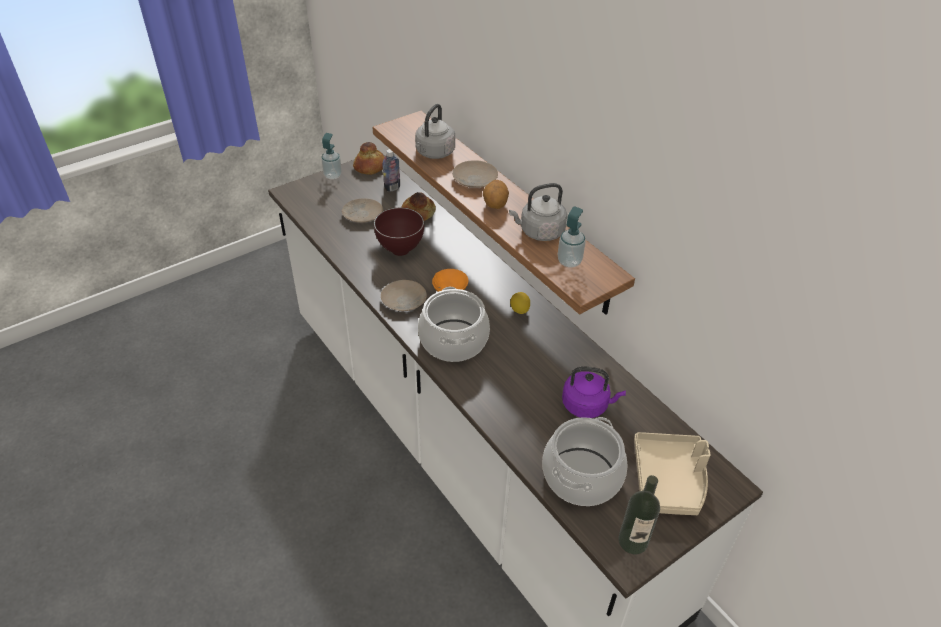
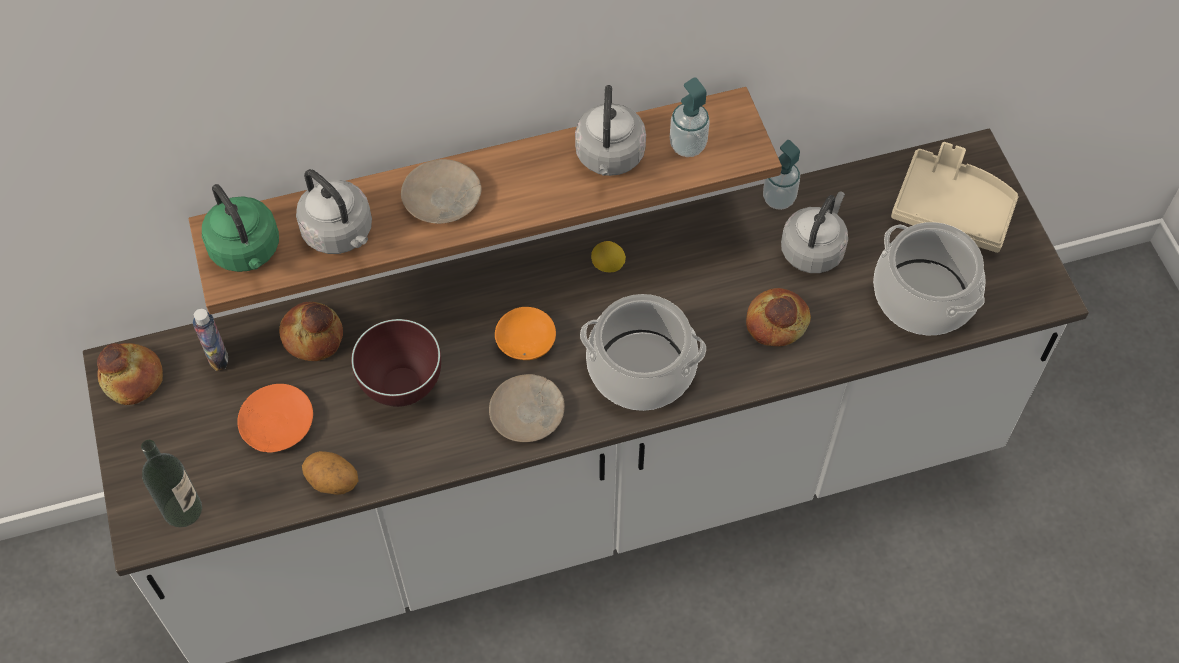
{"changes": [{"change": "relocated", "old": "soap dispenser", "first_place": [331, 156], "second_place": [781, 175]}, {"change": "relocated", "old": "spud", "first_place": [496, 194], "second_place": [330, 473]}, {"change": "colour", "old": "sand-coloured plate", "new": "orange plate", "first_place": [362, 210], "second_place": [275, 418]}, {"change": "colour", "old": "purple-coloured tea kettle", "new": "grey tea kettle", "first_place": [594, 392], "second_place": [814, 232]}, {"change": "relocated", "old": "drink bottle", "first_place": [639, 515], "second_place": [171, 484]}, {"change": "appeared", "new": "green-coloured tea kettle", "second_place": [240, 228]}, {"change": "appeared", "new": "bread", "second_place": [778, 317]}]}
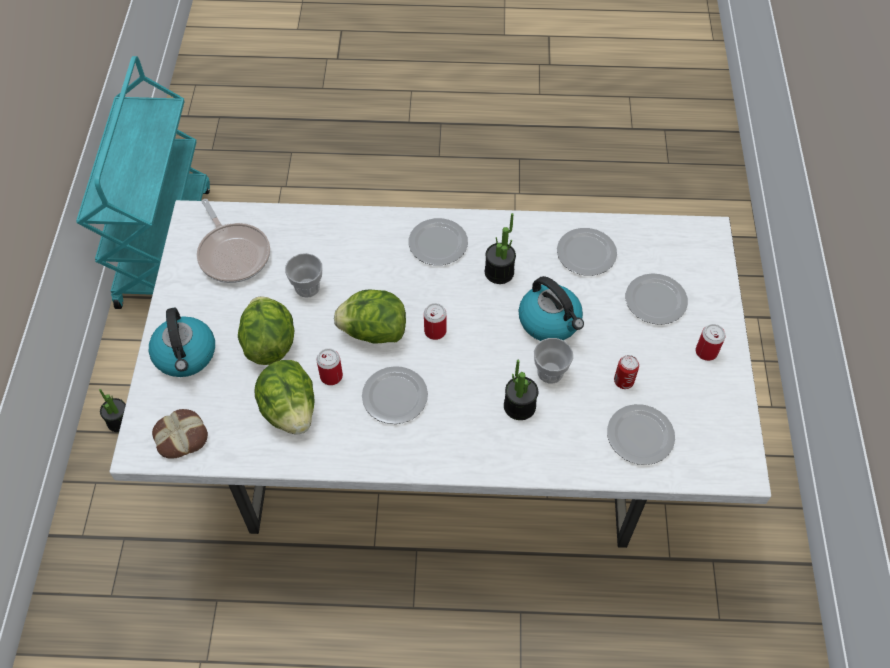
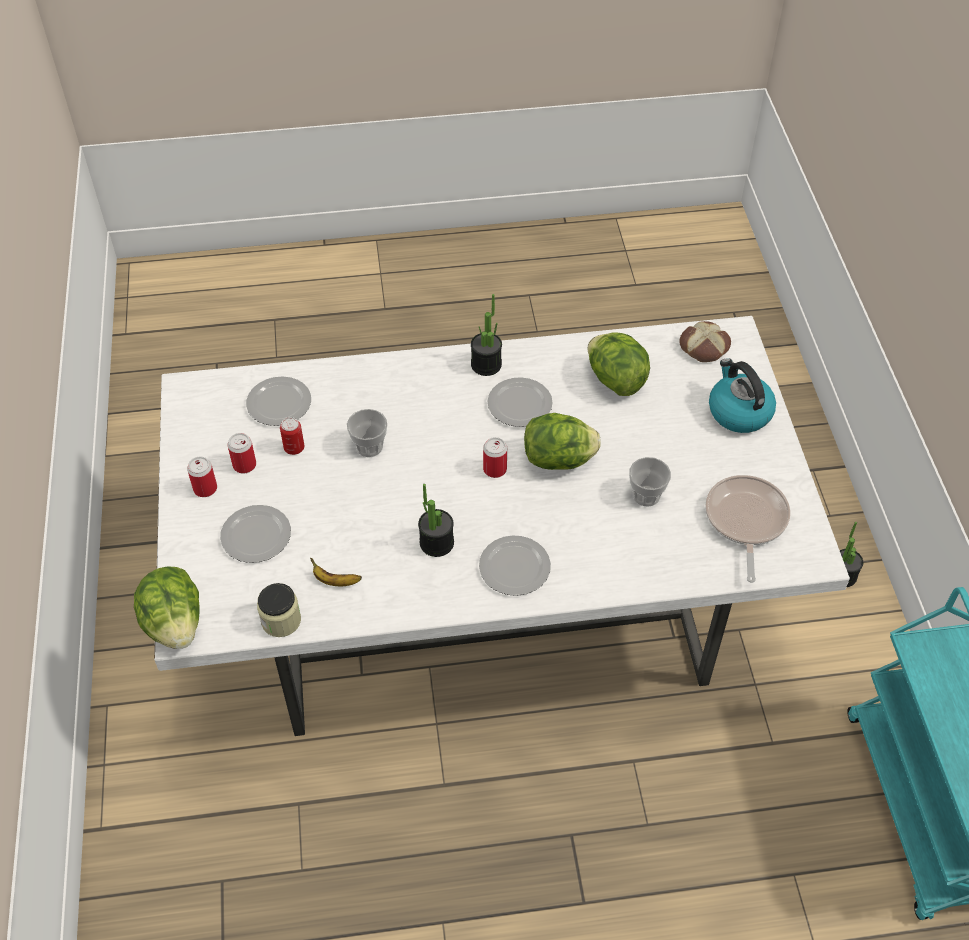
{"changes": [{"change": "spun", "old": "frying pan", "first_place": [233, 241], "second_place": [747, 529], "degrees": 45}, {"change": "exchanged", "old": "plate", "new": "whole banana", "first_place": [587, 252], "second_place": [336, 571]}, {"change": "missing", "old": "tea kettle", "first_place": [551, 308]}, {"change": "relocated", "old": "head of lettuce", "first_place": [266, 330], "second_place": [167, 607]}, {"change": "relocated", "old": "sealed can", "first_place": [330, 366], "second_place": [241, 453]}, {"change": "relocated", "old": "plant in a pot", "first_place": [521, 390], "second_place": [486, 335]}, {"change": "appeared", "new": "jar", "second_place": [279, 610]}]}
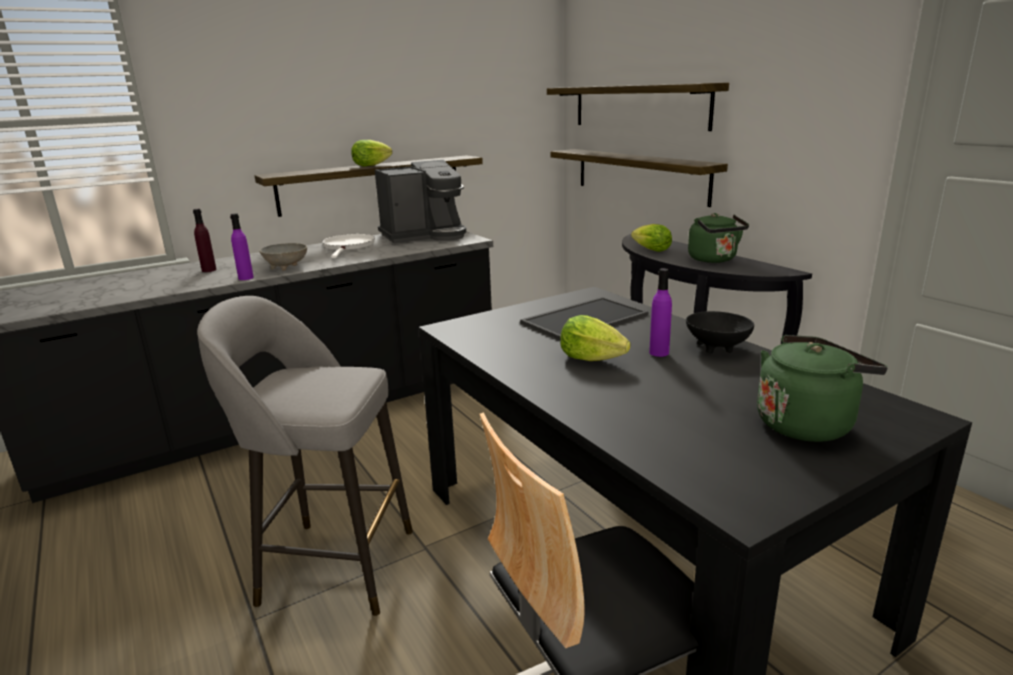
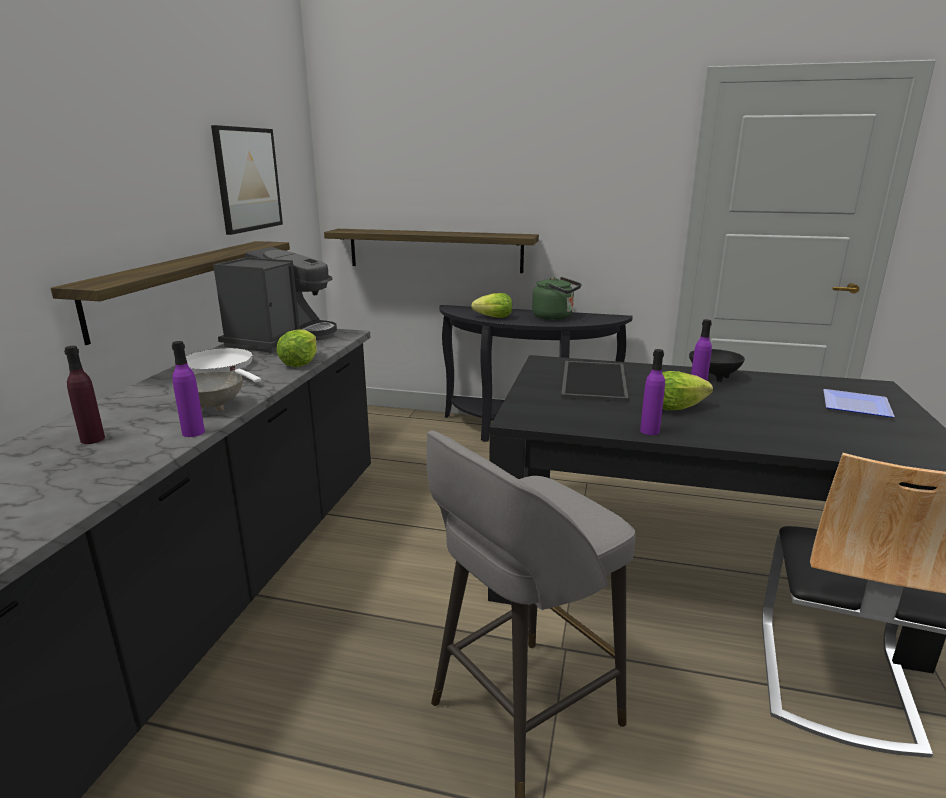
{"changes": [{"change": "missing", "old": "bracket shelf", "first_place": [638, 107]}, {"change": "relocated", "old": "head of lettuce", "first_place": [371, 153], "second_place": [297, 348]}, {"change": "exchanged", "old": "green-coloured tea kettle", "new": "plate", "first_place": [822, 388], "second_place": [859, 403]}, {"change": "appeared", "new": "picture", "second_place": [247, 180]}, {"change": "appeared", "new": "purple-coloured drink bottle", "second_place": [652, 392]}]}
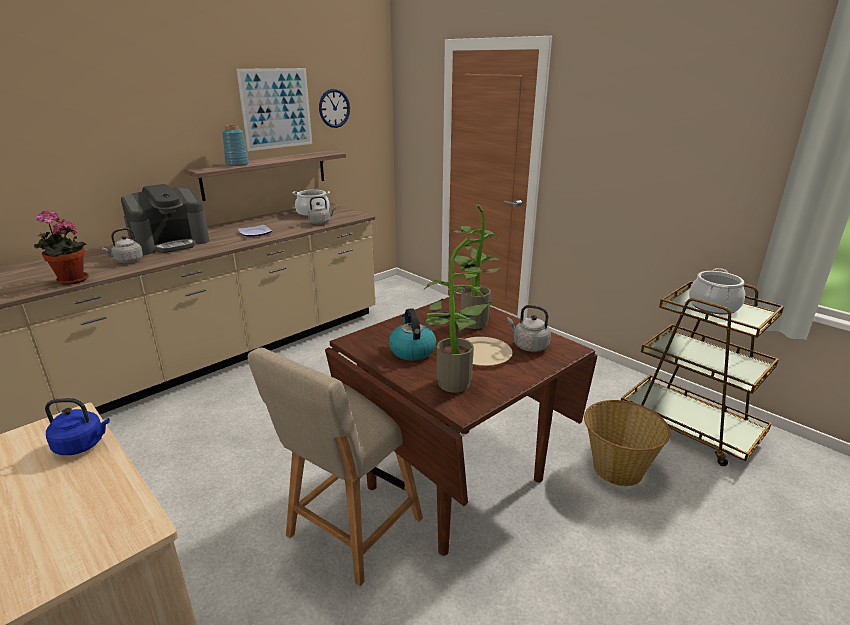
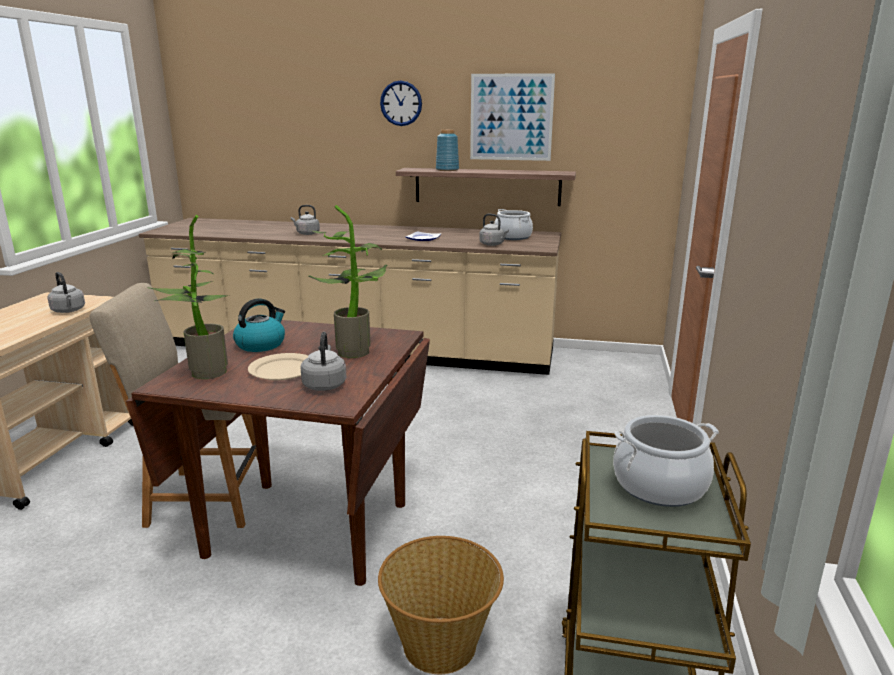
{"changes": [{"change": "relocated", "old": "wall clock", "first_place": [334, 108], "second_place": [401, 103]}, {"change": "missing", "old": "coffee brewer", "first_place": [165, 219]}, {"change": "missing", "old": "plant in a pot", "first_place": [61, 247]}, {"change": "colour", "old": "blue tea kettle", "new": "grey tea kettle", "first_place": [77, 426], "second_place": [66, 292]}]}
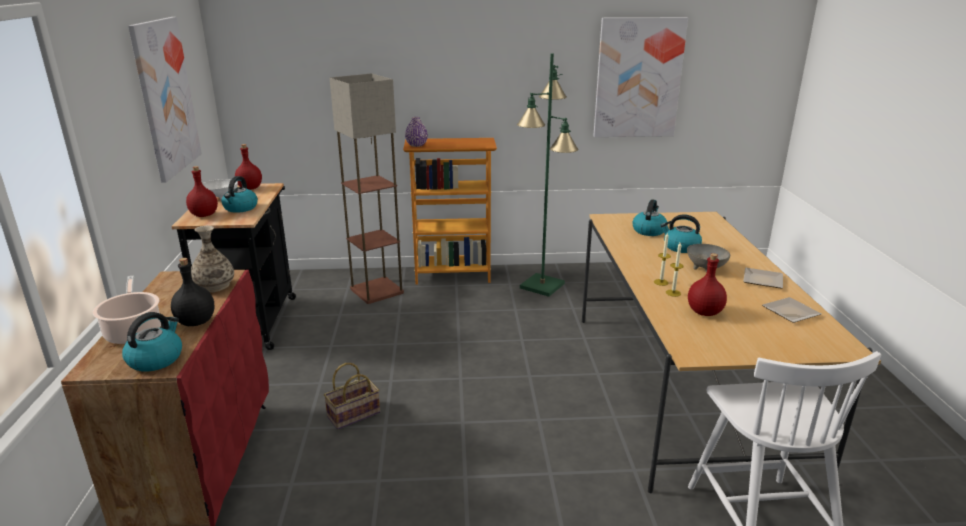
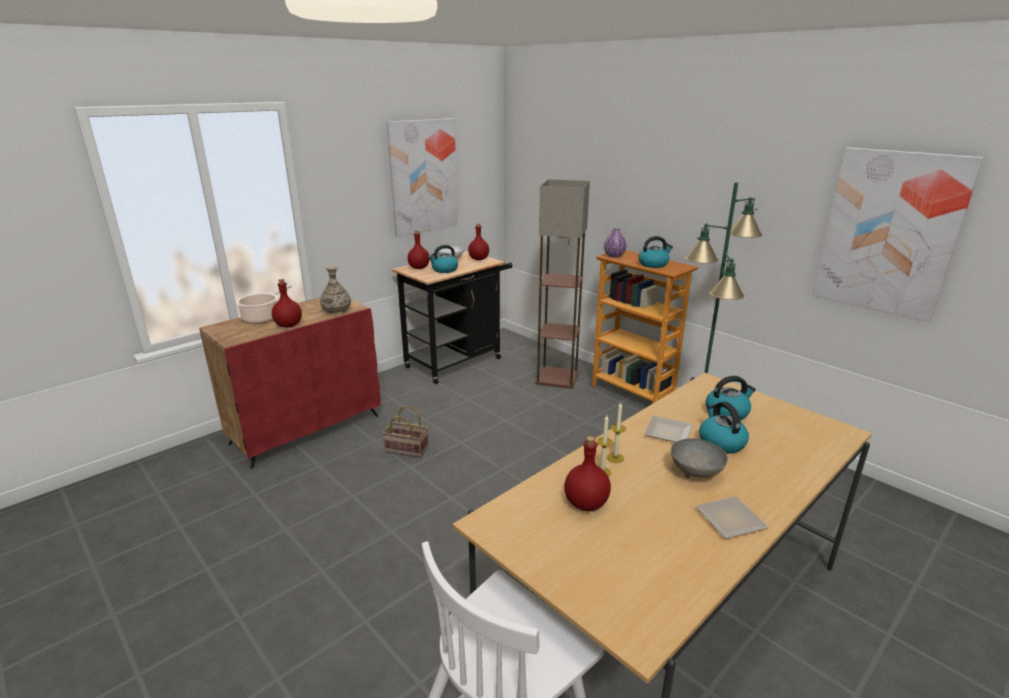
{"changes": [{"change": "colour", "old": "black-coloured drink bottle", "new": "red drink bottle", "first_place": [193, 292], "second_place": [287, 303]}, {"change": "relocated", "old": "plate", "first_place": [791, 310], "second_place": [668, 428]}, {"change": "relocated", "old": "tea kettle", "first_place": [152, 342], "second_place": [655, 252]}]}
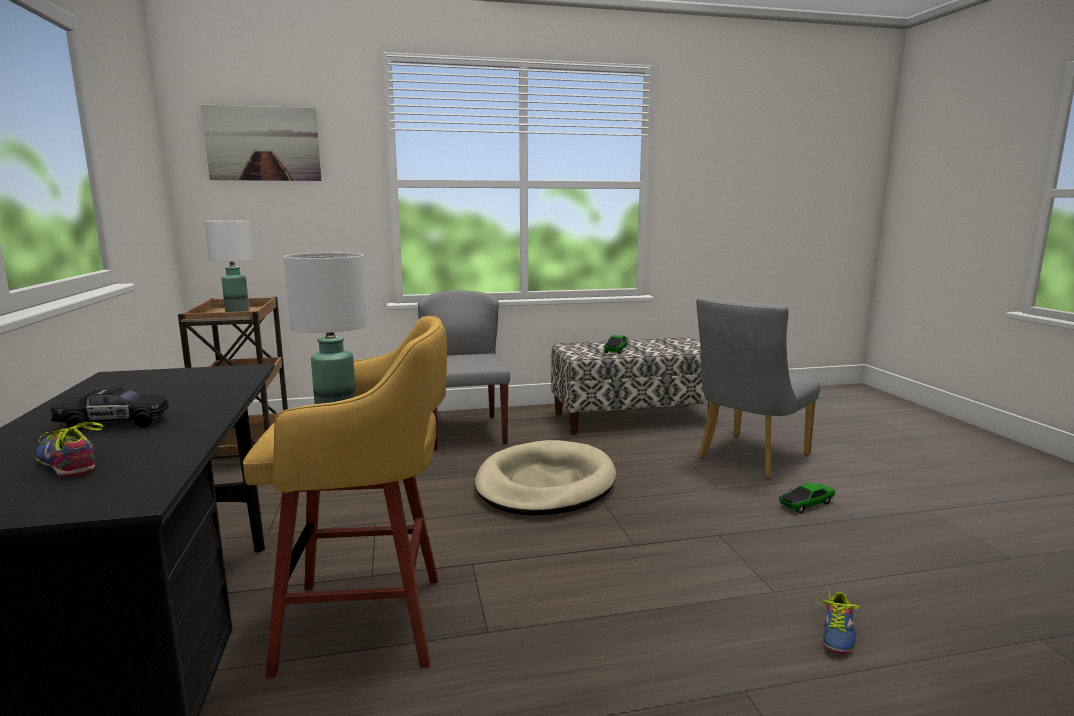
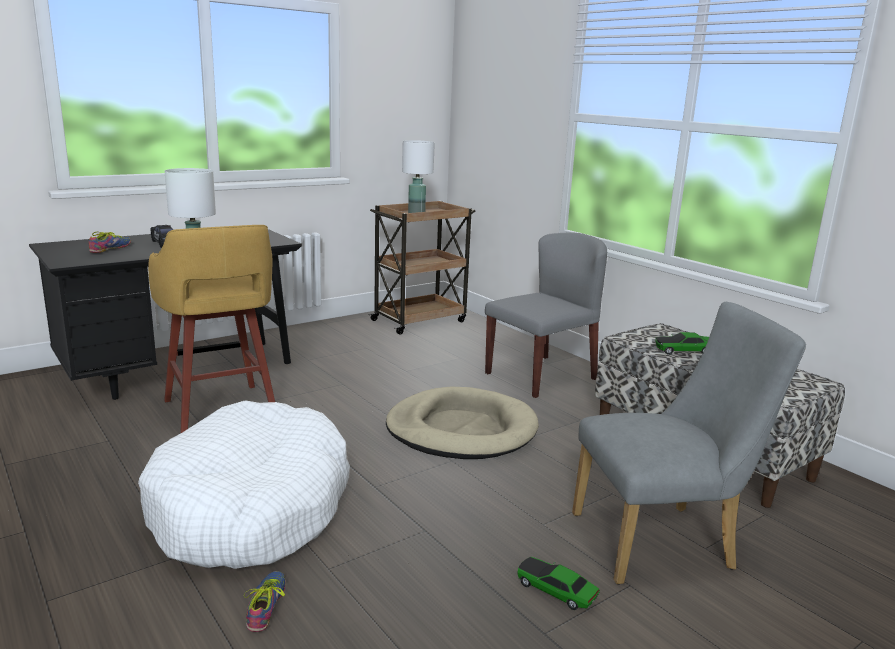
{"changes": [{"change": "missing", "old": "picture", "first_place": [261, 142]}, {"change": "spun", "old": "grey chair", "first_place": [758, 388], "second_place": [689, 443], "degrees": 150}, {"change": "spun", "old": "item of footwear", "first_place": [837, 620], "second_place": [264, 601], "degrees": 90}, {"change": "appeared", "new": "white-coloured dog cushion", "second_place": [244, 484]}]}
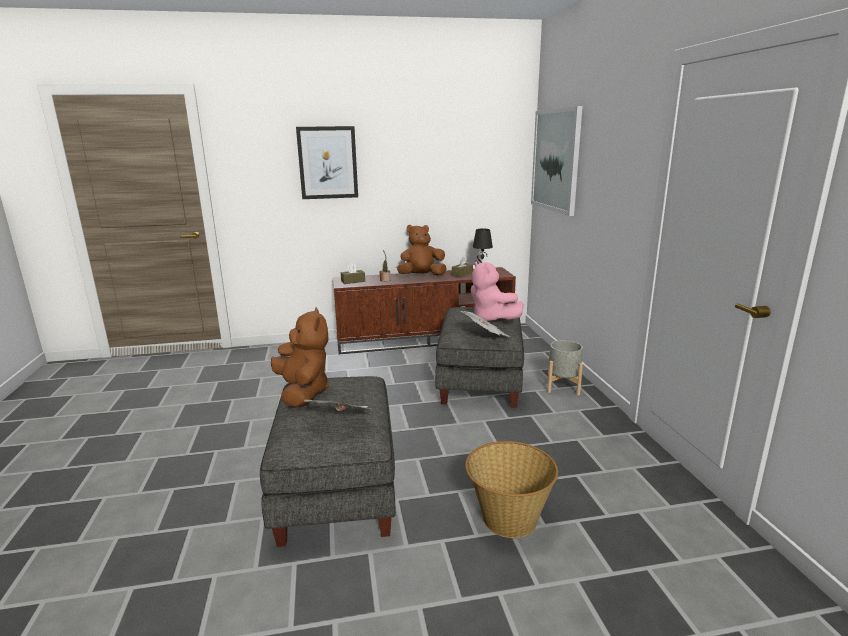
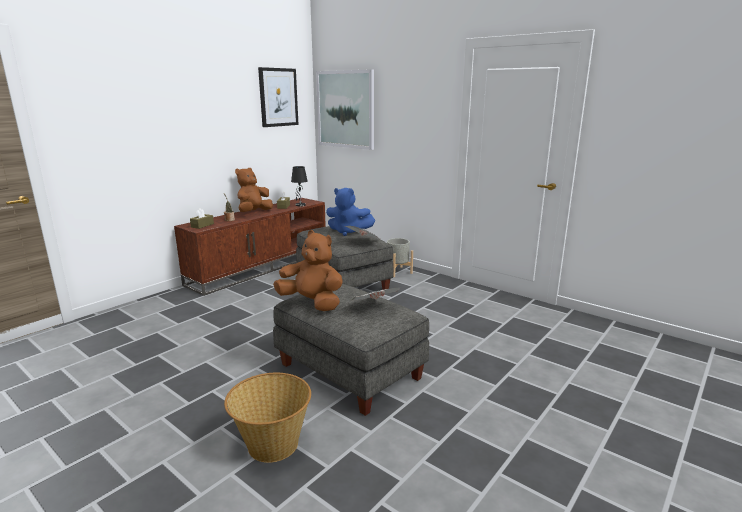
{"changes": [{"change": "relocated", "old": "picture", "first_place": [327, 162], "second_place": [278, 97]}, {"change": "colour", "old": "pink-coloured cuddly toy", "new": "blue cuddly toy", "first_place": [497, 291], "second_place": [350, 212]}, {"change": "relocated", "old": "basket", "first_place": [511, 489], "second_place": [267, 418]}]}
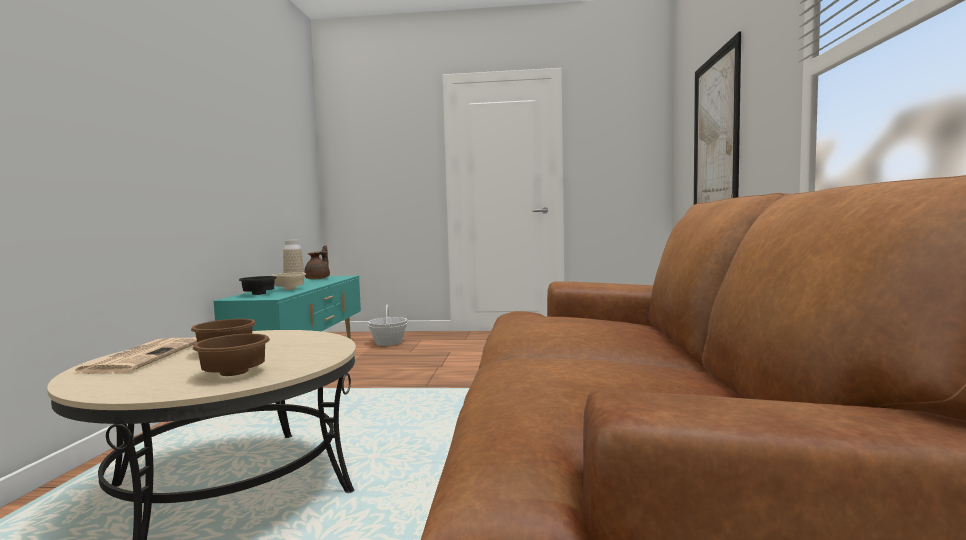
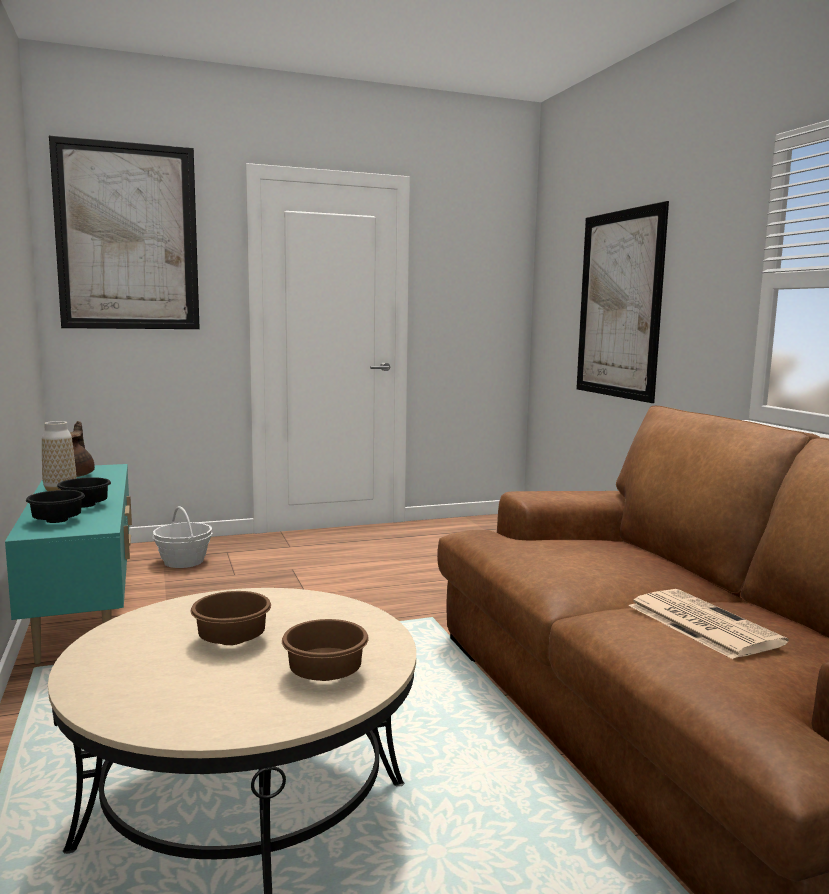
{"changes": [{"change": "colour", "old": "sand-coloured bowl", "new": "black-coloured bowl", "first_place": [289, 281], "second_place": [84, 492]}, {"change": "relocated", "old": "printed paper", "first_place": [134, 356], "second_place": [708, 624]}, {"change": "appeared", "new": "picture", "second_place": [124, 232]}]}
